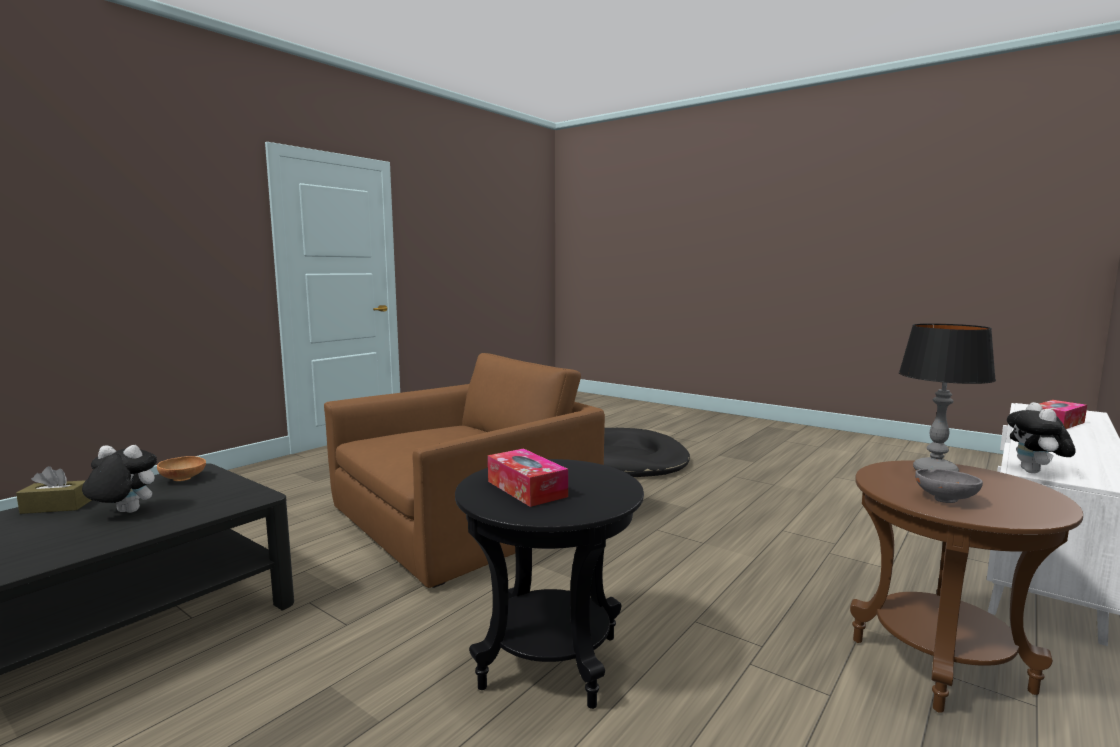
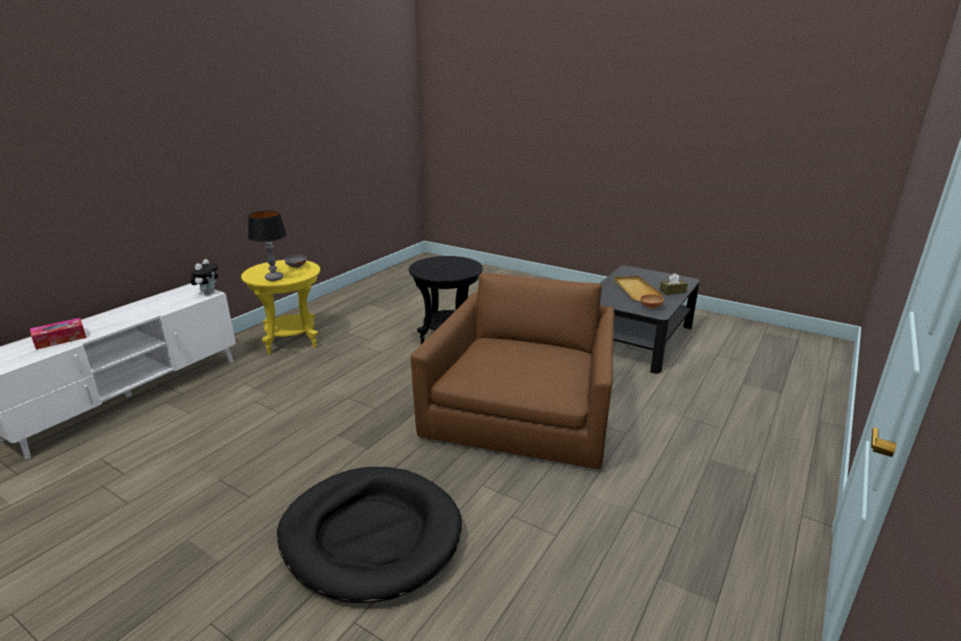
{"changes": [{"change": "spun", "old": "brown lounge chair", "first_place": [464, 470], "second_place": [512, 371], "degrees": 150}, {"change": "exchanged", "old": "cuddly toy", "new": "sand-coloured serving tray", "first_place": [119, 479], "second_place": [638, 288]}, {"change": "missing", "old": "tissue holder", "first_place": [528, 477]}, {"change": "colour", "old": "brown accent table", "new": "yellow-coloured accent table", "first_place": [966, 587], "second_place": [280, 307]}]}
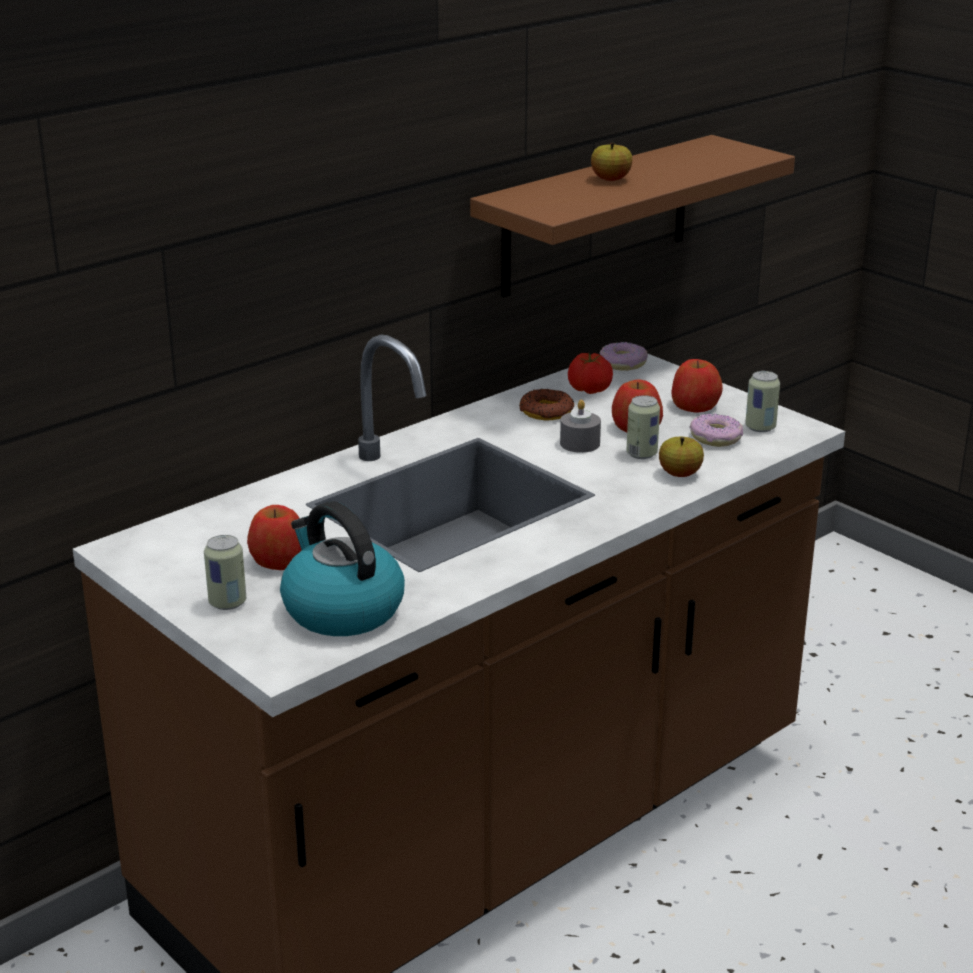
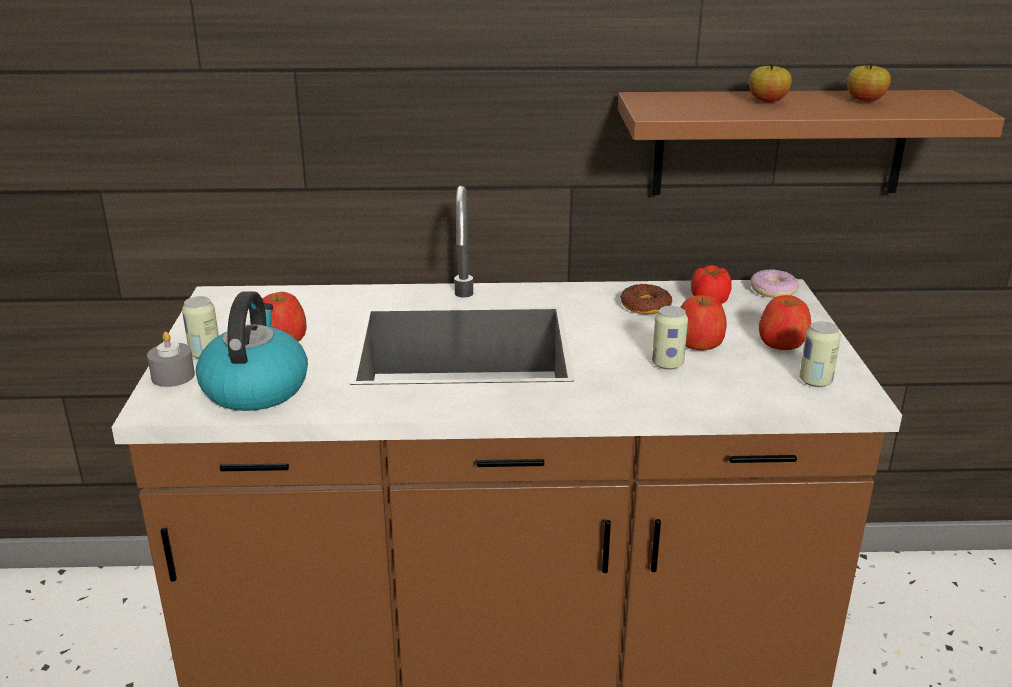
{"changes": [{"change": "relocated", "old": "grey wax candle", "first_place": [580, 426], "second_place": [171, 359]}, {"change": "missing", "old": "doughnut", "first_place": [716, 430]}, {"change": "relocated", "old": "apple fruit", "first_place": [681, 457], "second_place": [869, 82]}]}
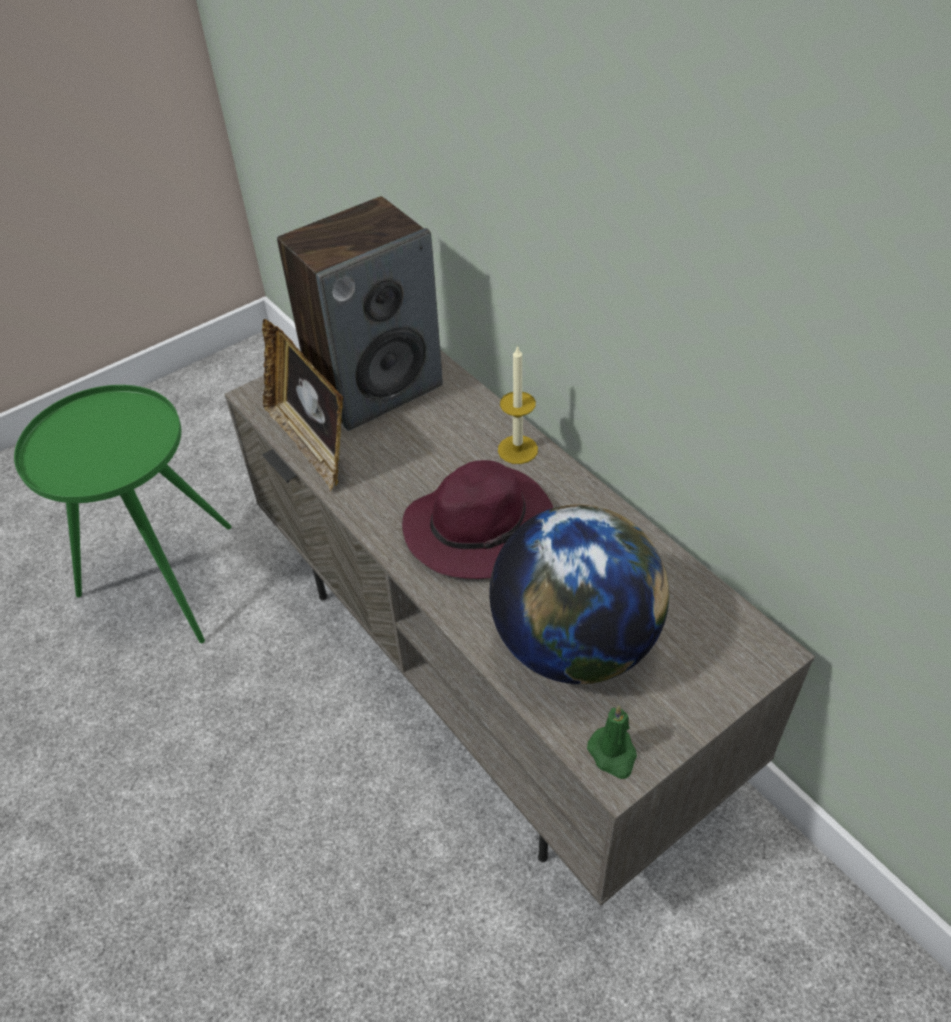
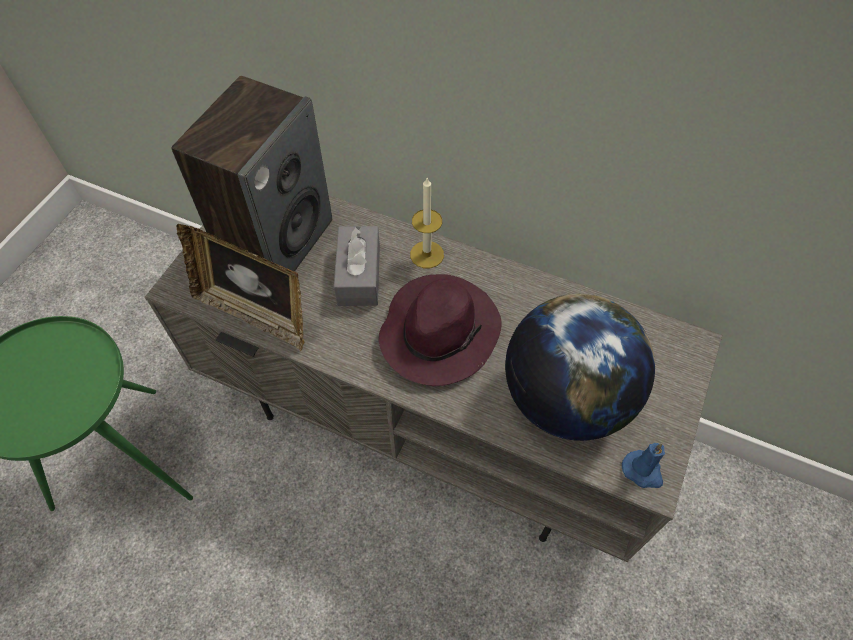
{"changes": [{"change": "colour", "old": "green-coloured wax candle", "new": "blue wax candle", "first_place": [612, 742], "second_place": [643, 465]}, {"change": "appeared", "new": "grey tissue holder", "second_place": [357, 265]}]}
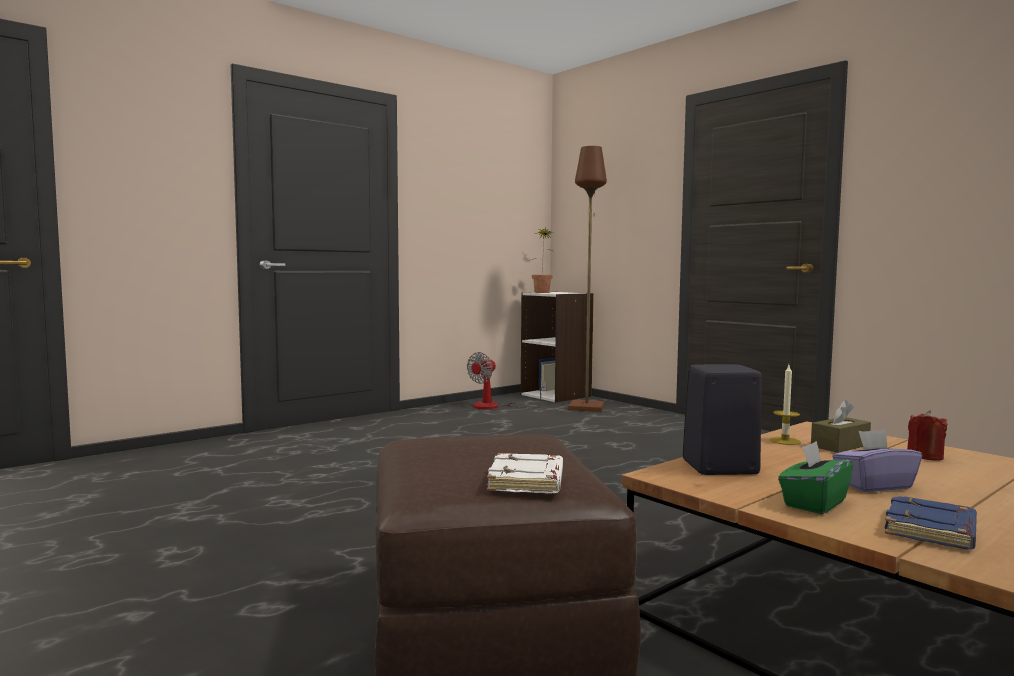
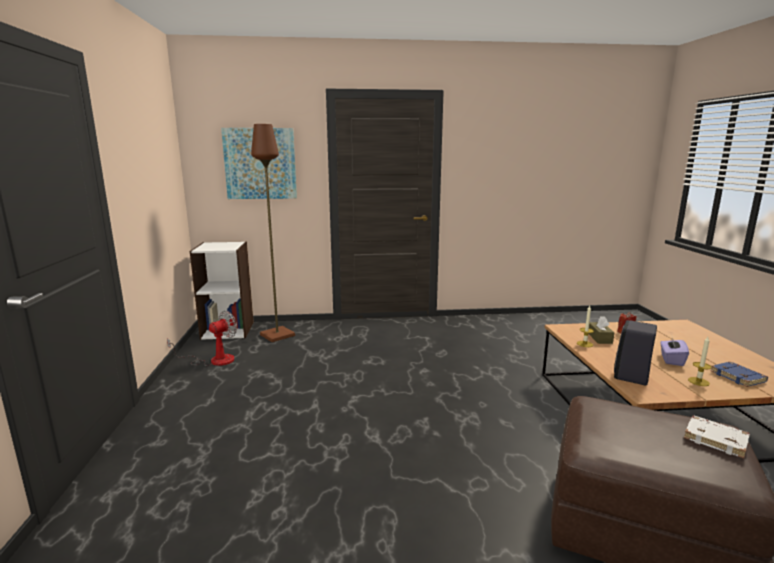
{"changes": [{"change": "missing", "old": "plant in a pot", "first_place": [542, 260]}, {"change": "spun", "old": "electric fan", "first_place": [506, 380], "second_place": [202, 338], "degrees": -120}, {"change": "exchanged", "old": "green-coloured tissue holder", "new": "wax candle", "first_place": [815, 477], "second_place": [700, 361]}, {"change": "appeared", "new": "picture", "second_place": [259, 163]}]}
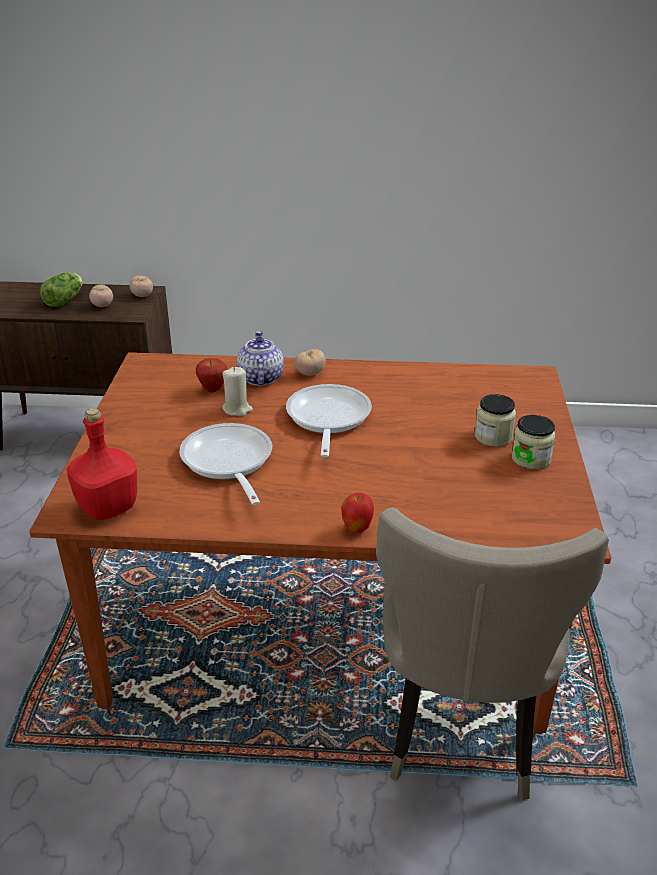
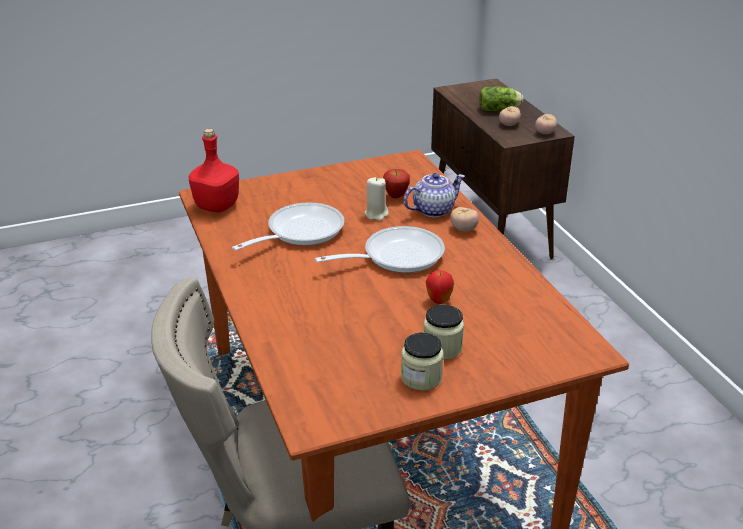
{"changes": [{"change": "relocated", "old": "apple fruit", "first_place": [357, 513], "second_place": [440, 287]}]}
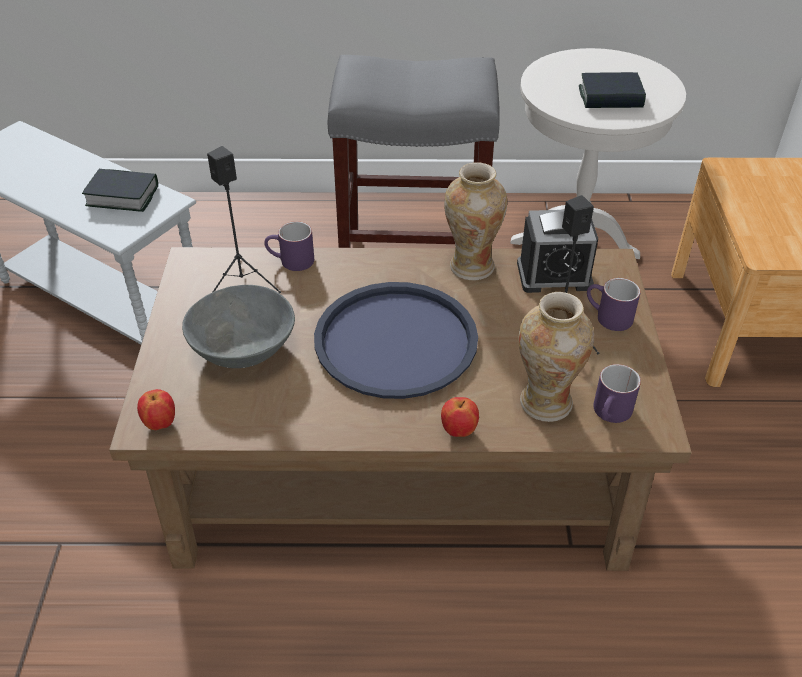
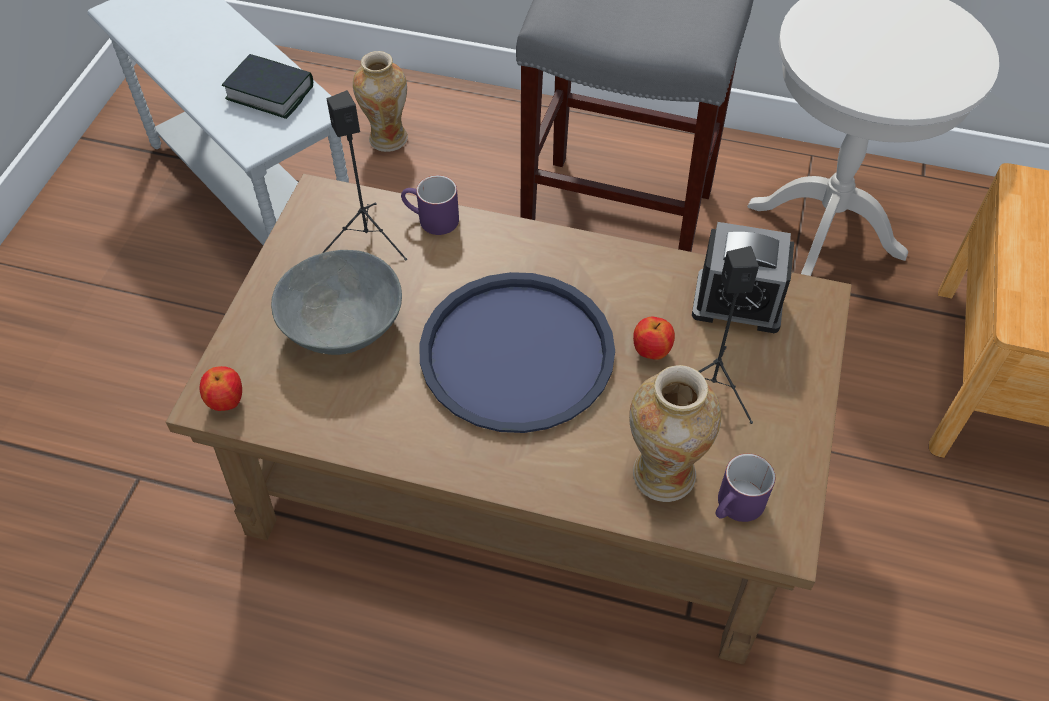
{"changes": [{"change": "missing", "old": "book", "first_place": [612, 90]}, {"change": "relocated", "old": "decorative vase", "first_place": [475, 221], "second_place": [380, 101]}, {"change": "missing", "old": "purple-coloured tea mug", "first_place": [613, 304]}, {"change": "relocated", "old": "apple fruit", "first_place": [460, 417], "second_place": [654, 338]}]}
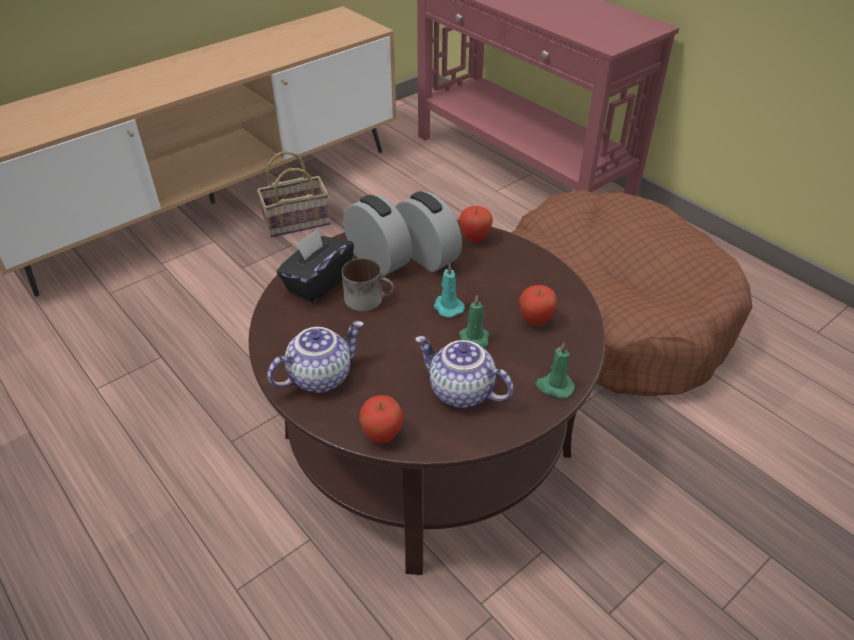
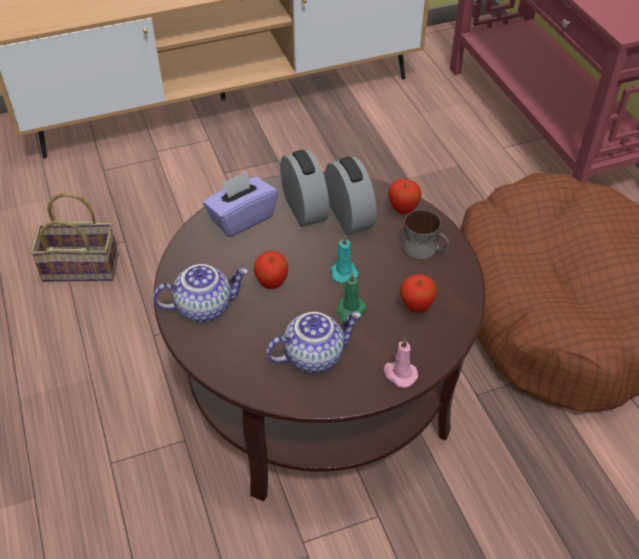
{"changes": [{"change": "relocated", "old": "basket", "first_place": [294, 194], "second_place": [74, 237]}, {"change": "colour", "old": "black-coloured tissue holder", "new": "purple-coloured tissue holder", "first_place": [315, 266], "second_place": [240, 204]}, {"change": "relocated", "old": "tea mug", "first_place": [368, 285], "second_place": [425, 234]}, {"change": "spun", "old": "teapot", "first_place": [464, 372], "second_place": [313, 342], "degrees": 105}, {"change": "colour", "old": "green-coloured wax candle", "new": "pink-coloured wax candle", "first_place": [555, 370], "second_place": [401, 363]}, {"change": "relocated", "old": "apple fruit", "first_place": [381, 419], "second_place": [270, 270]}]}
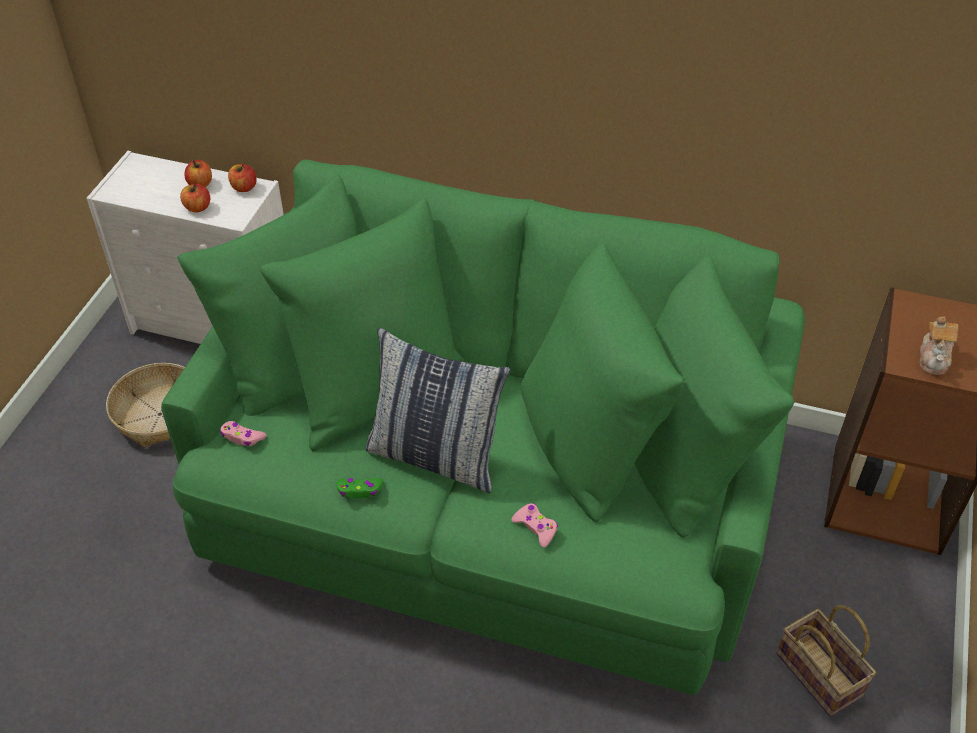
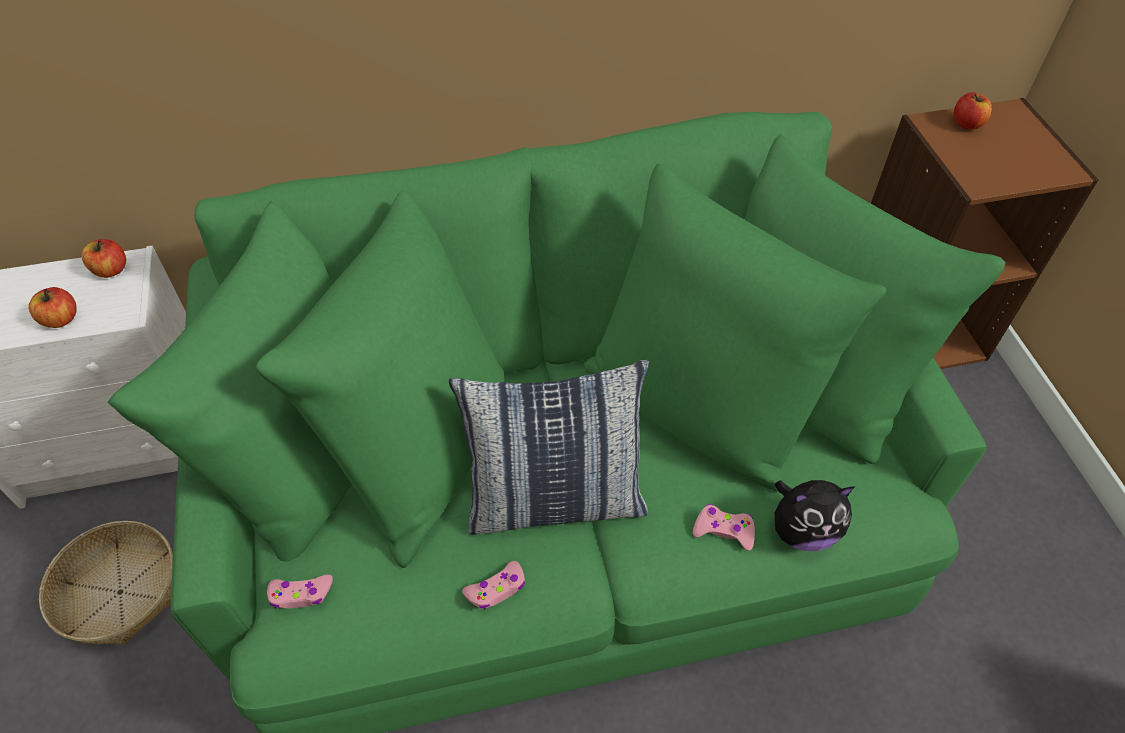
{"changes": [{"change": "relocated", "old": "apple fruit", "first_place": [198, 173], "second_place": [973, 111]}, {"change": "missing", "old": "teapot", "first_place": [939, 345]}, {"change": "colour", "old": "green-coloured gamepad", "new": "pink-coloured gamepad", "first_place": [359, 488], "second_place": [493, 585]}, {"change": "missing", "old": "basket", "first_place": [826, 661]}, {"change": "appeared", "new": "cuddly toy", "second_place": [814, 515]}]}
